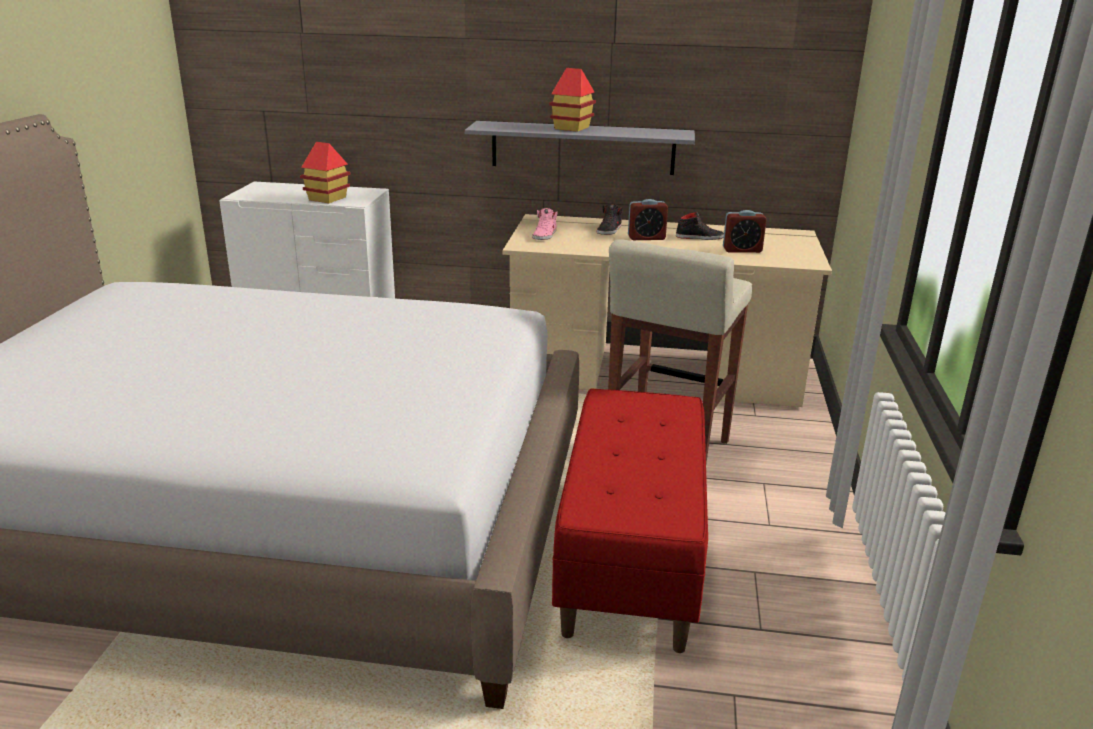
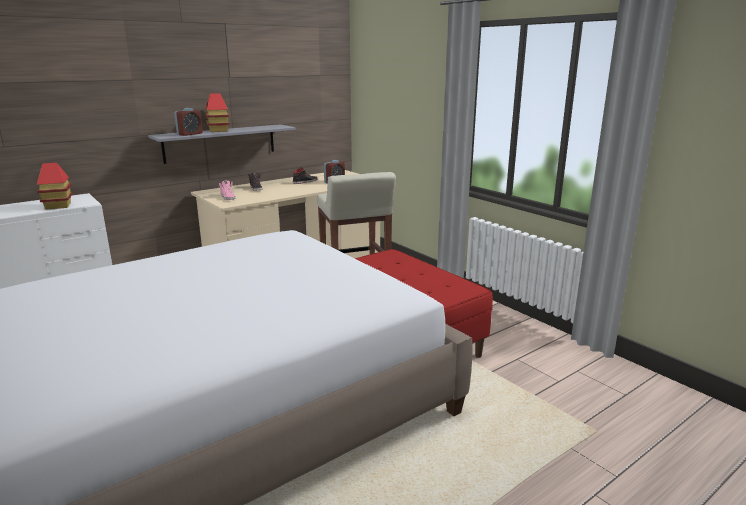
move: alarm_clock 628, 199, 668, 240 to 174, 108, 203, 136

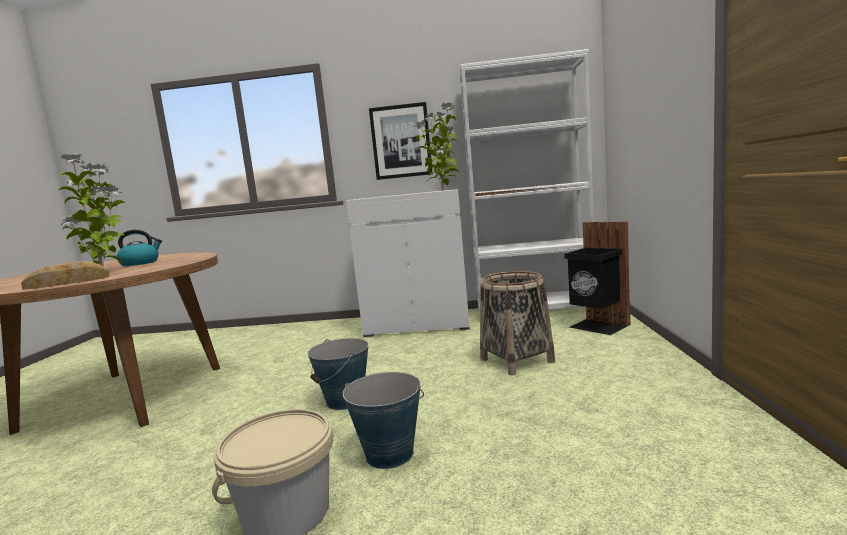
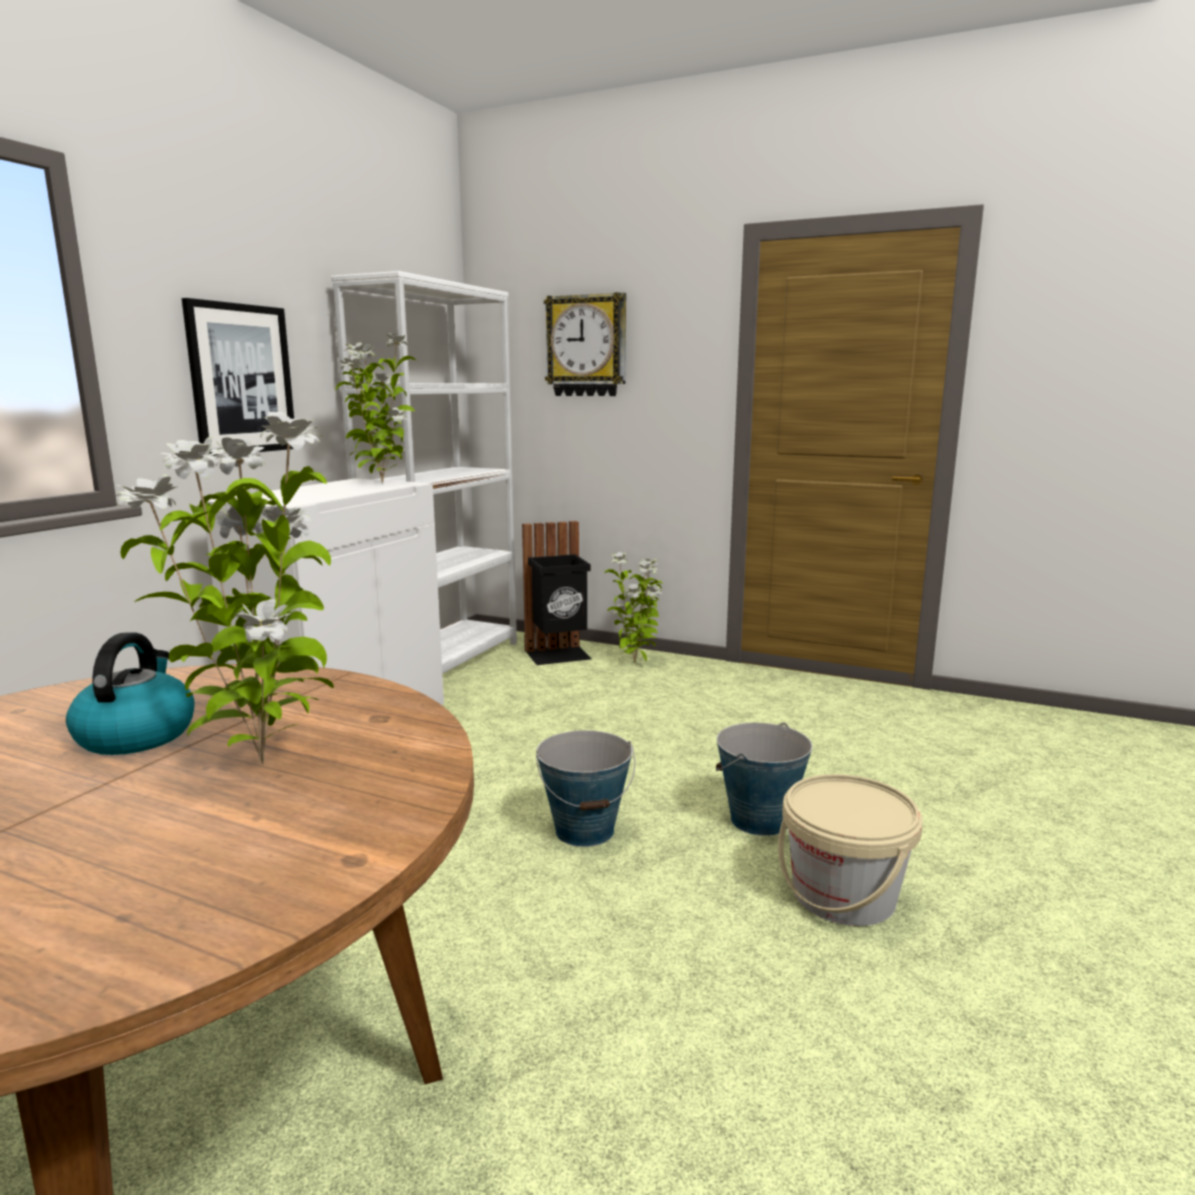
delete: bread 21, 261, 110, 290; basket 480, 271, 556, 375
insert: wall_clock 544, 292, 626, 396; potted_plant 604, 552, 663, 663

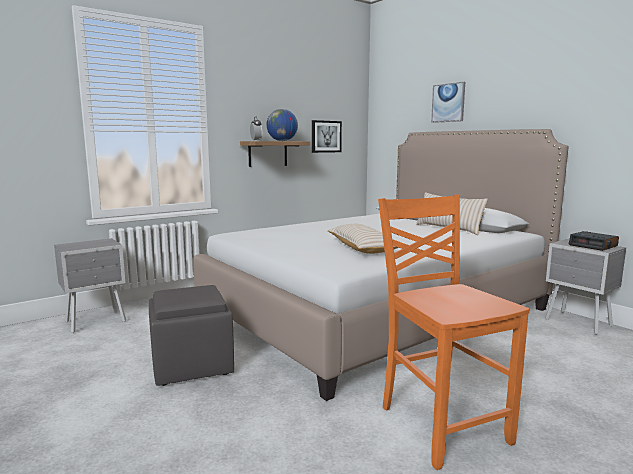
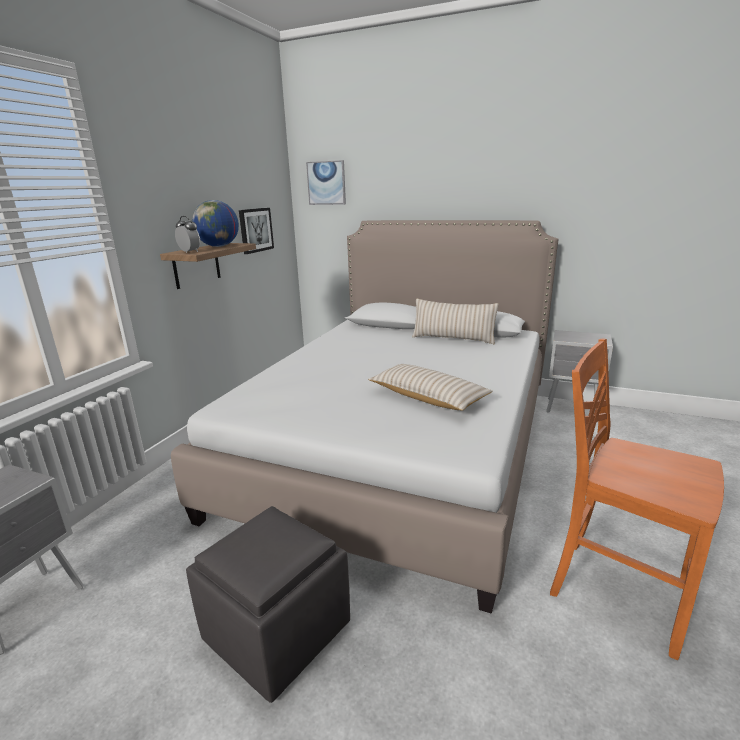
delete: alarm_clock 569, 231, 619, 251
move: picture 431, 82, 465, 123 to 306, 160, 346, 205

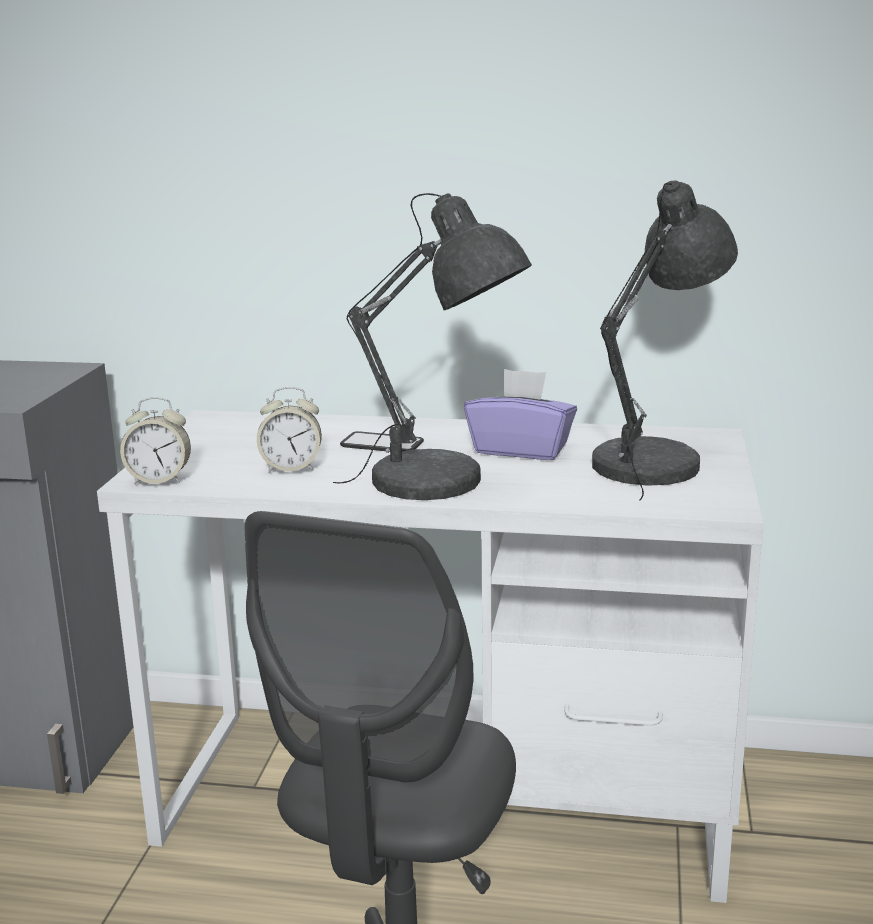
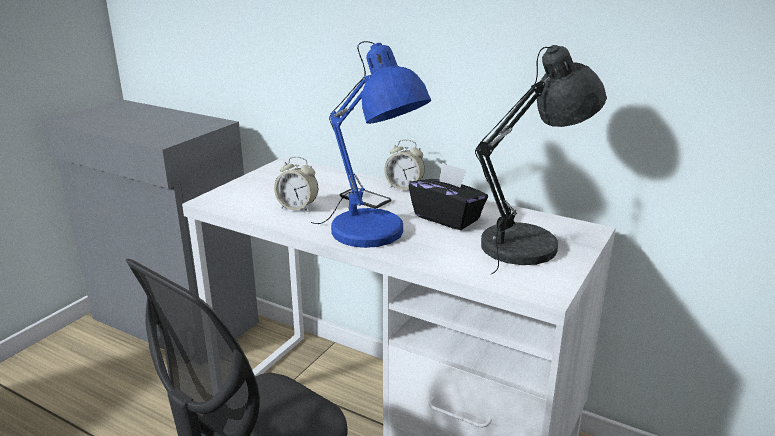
move: alarm_clock 120, 397, 191, 485 to 384, 139, 425, 189
recolor: grey_table_lamp 333, 193, 532, 500 to blue_table_lamp 311, 41, 431, 248; purple_tissue_box 464, 369, 577, 460 to black_tissue_box 409, 162, 488, 230

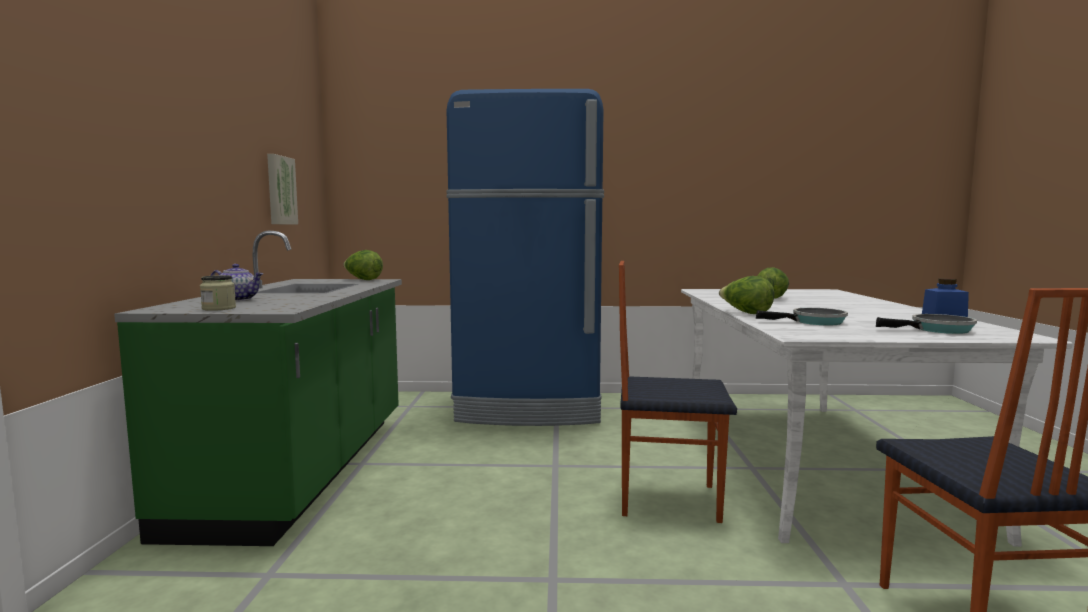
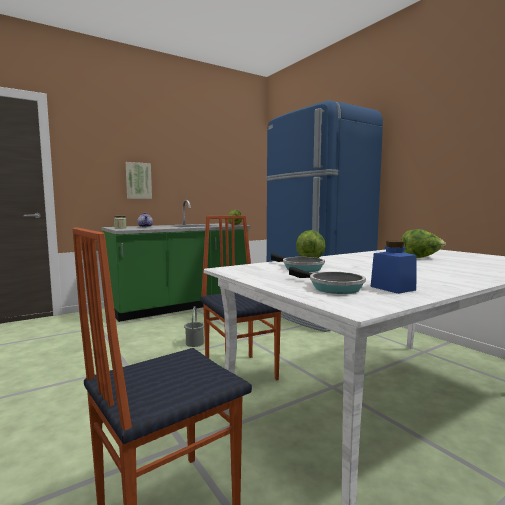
insert: grey_bucket 184, 306, 204, 347
move: picture 267, 154, 298, 225 to 126, 162, 152, 199

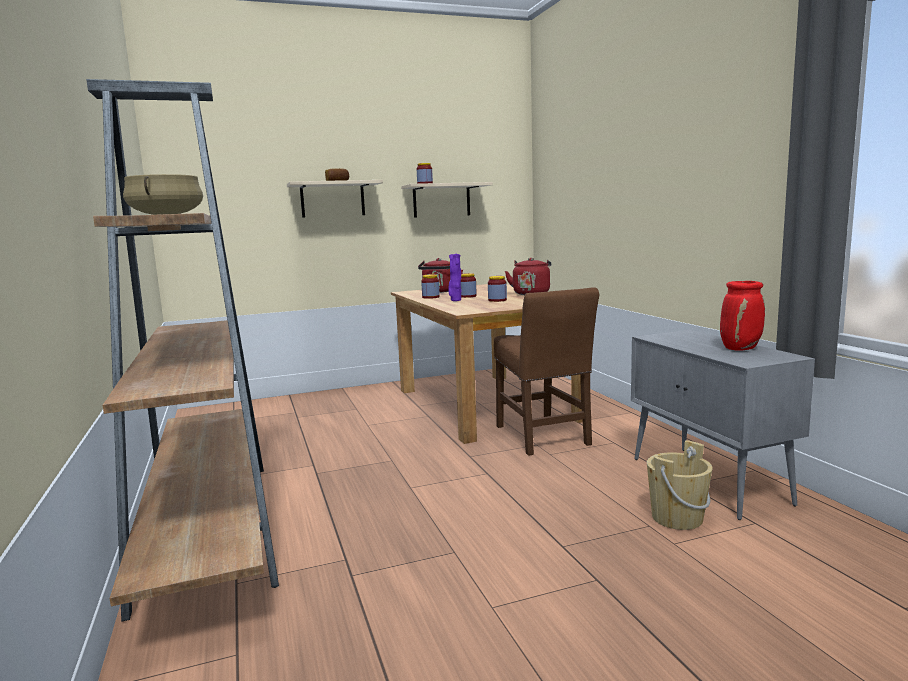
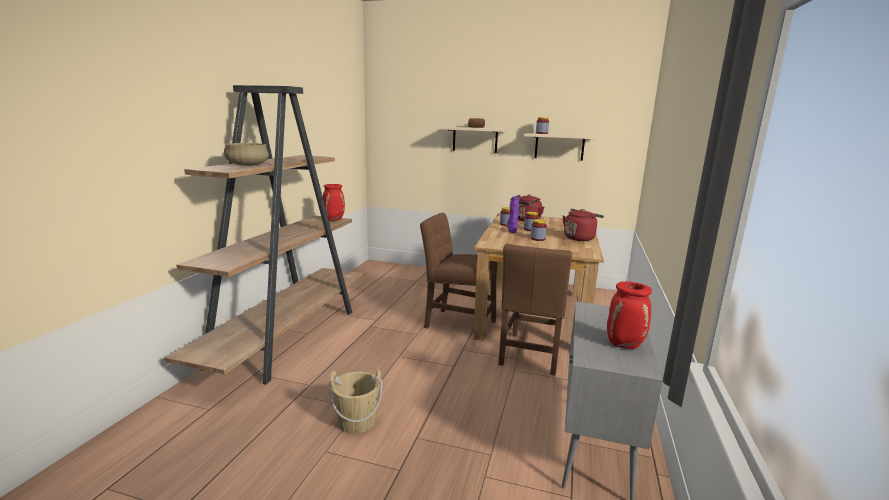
insert: red_vase 323, 184, 345, 221; brown_chair 420, 213, 498, 339
move: beige_bucket 647, 440, 713, 530 to 329, 370, 382, 434

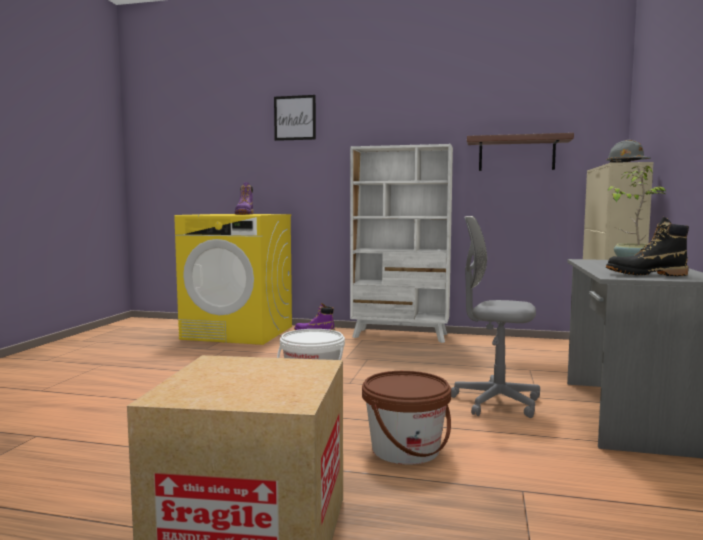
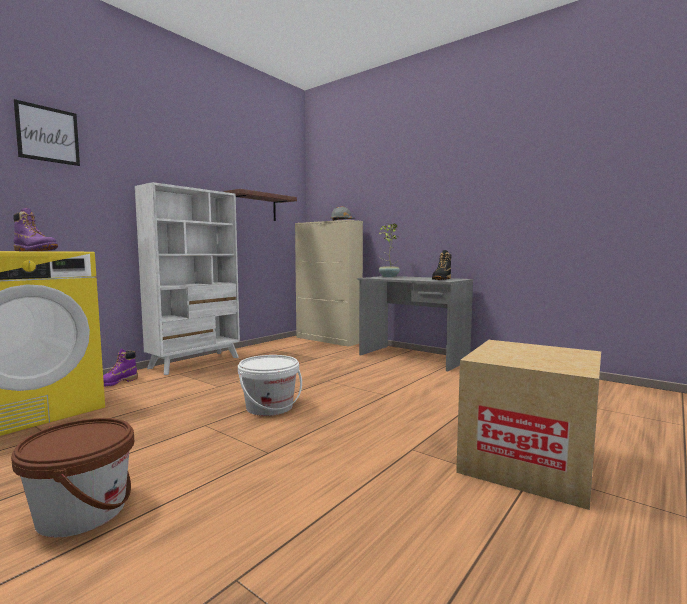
delete: grey_office_chair 451, 216, 540, 418
move: brown_bucket 362, 371, 451, 465 to 11, 418, 134, 537

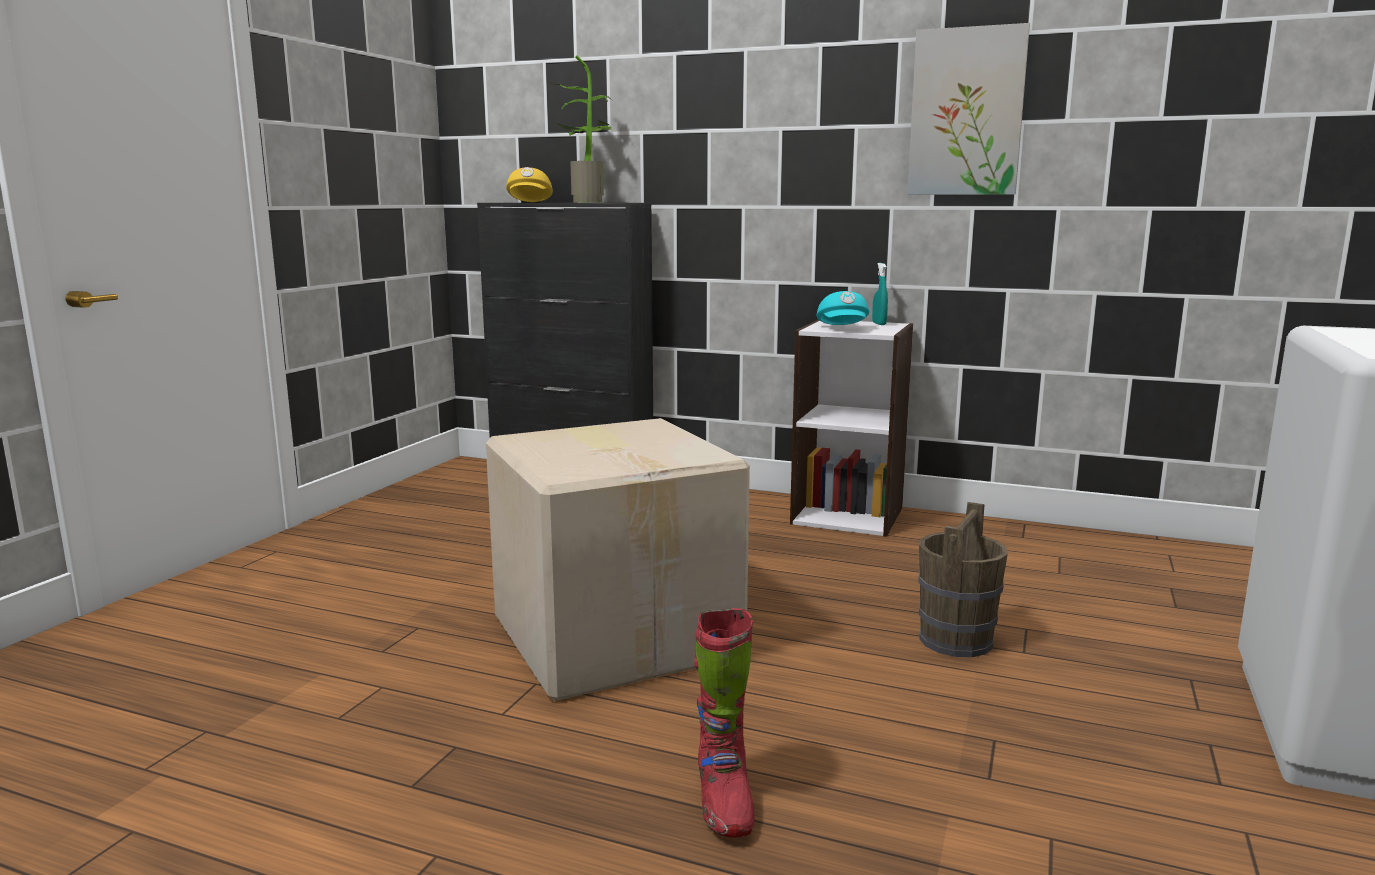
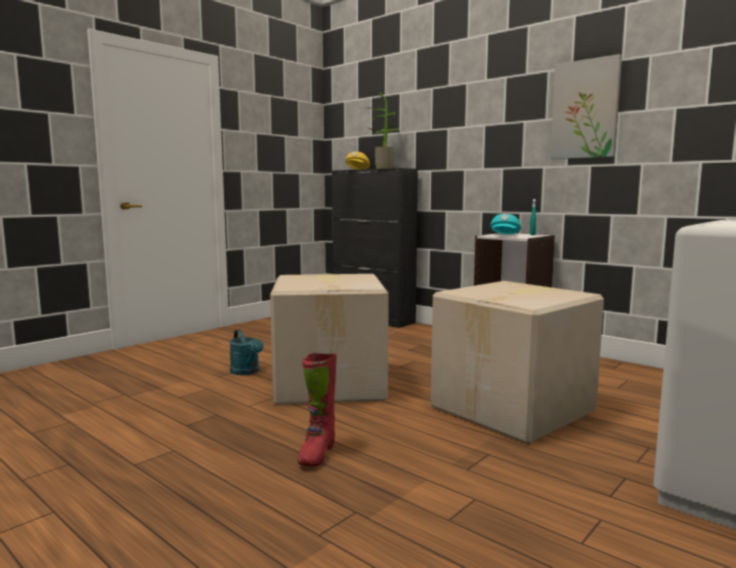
insert: turquoise_watering_can 229, 329, 264, 375
replace: brown_bucket 918, 502, 1008, 657 to cardboard_box 431, 281, 604, 444

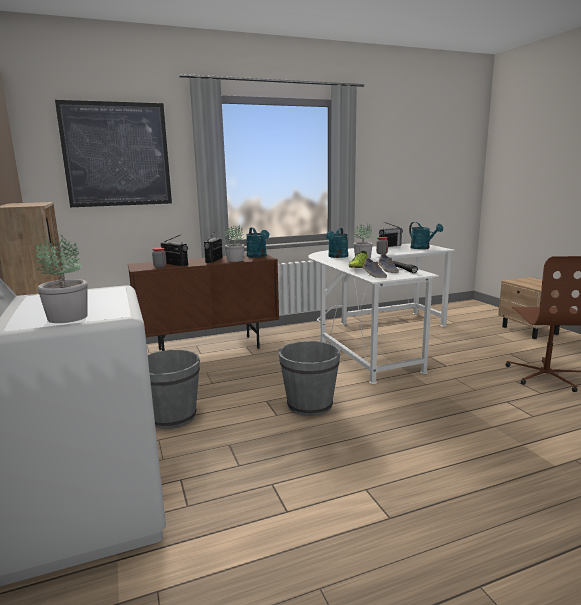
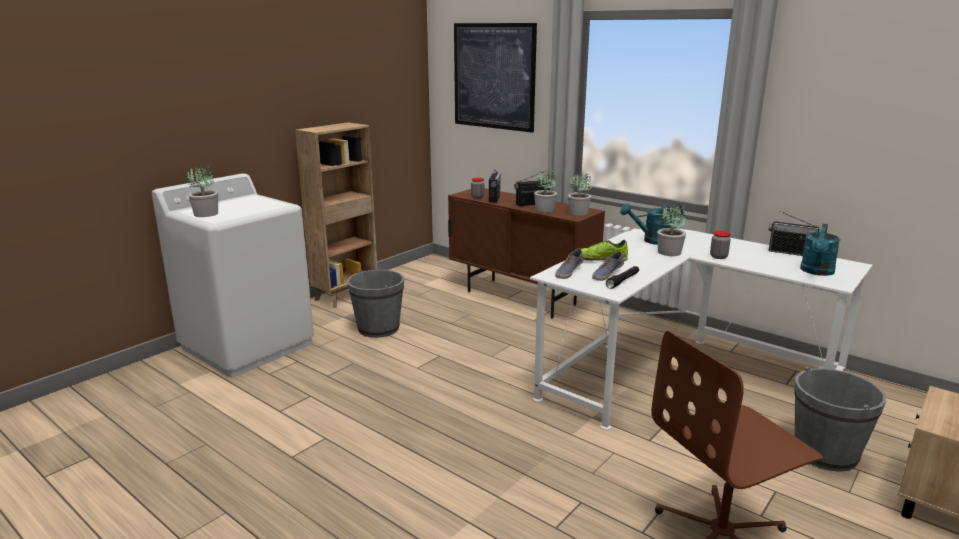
move: grey_bucket 279, 341, 340, 416 to 794, 367, 886, 472
replace: turquoise_watering_can 246, 227, 269, 258 to potted_plant 568, 172, 592, 216

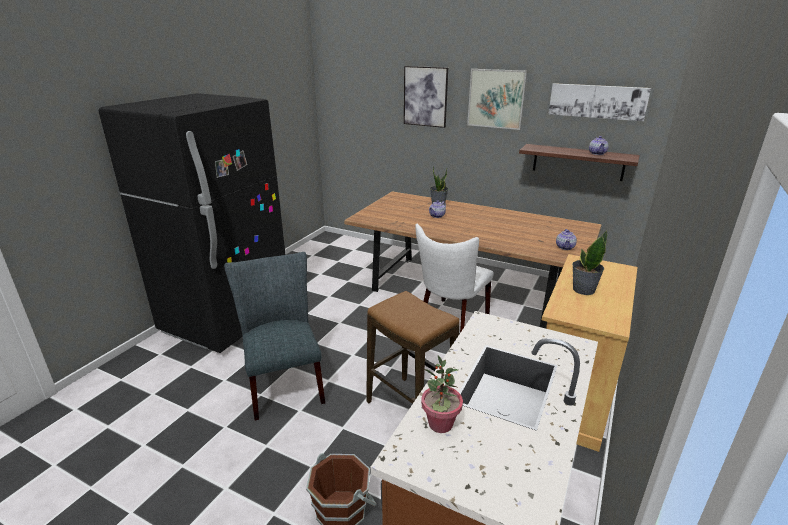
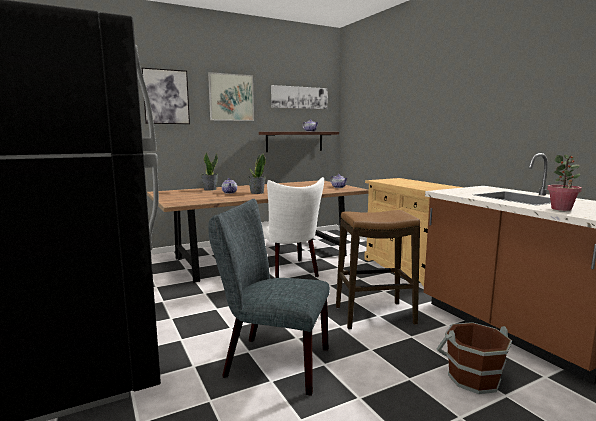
move: potted_plant 572, 231, 607, 295 to 248, 153, 266, 194

